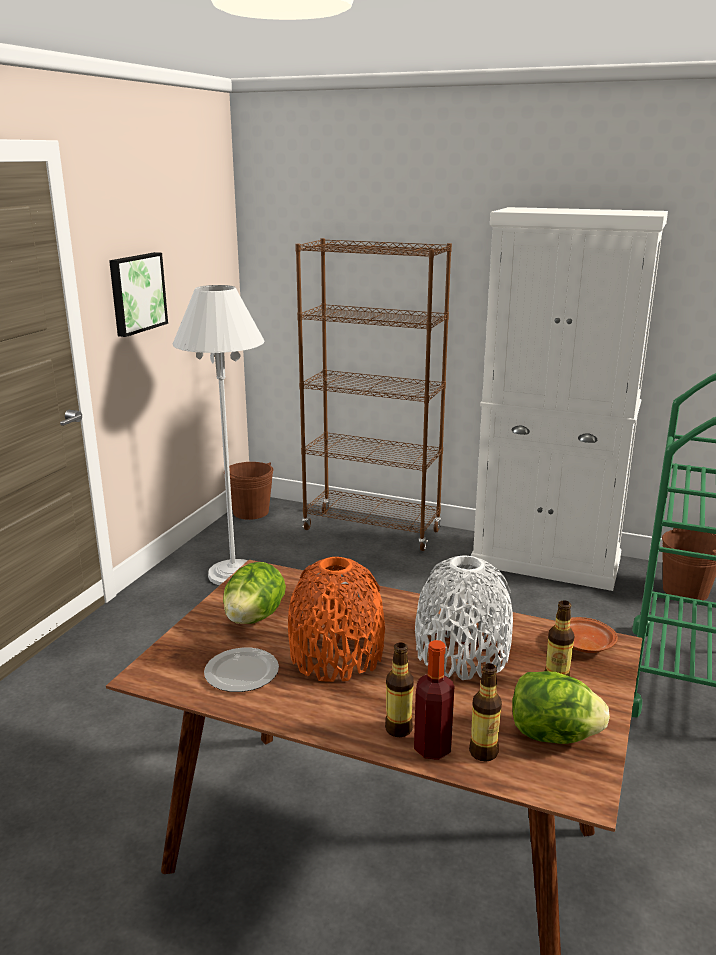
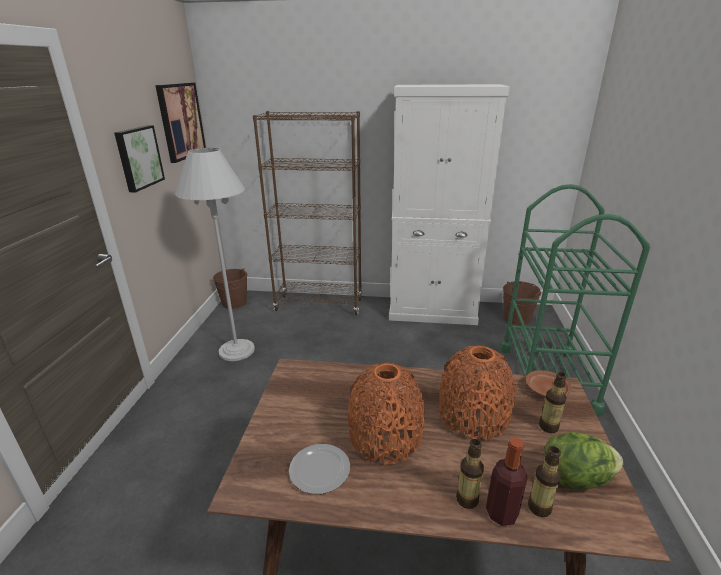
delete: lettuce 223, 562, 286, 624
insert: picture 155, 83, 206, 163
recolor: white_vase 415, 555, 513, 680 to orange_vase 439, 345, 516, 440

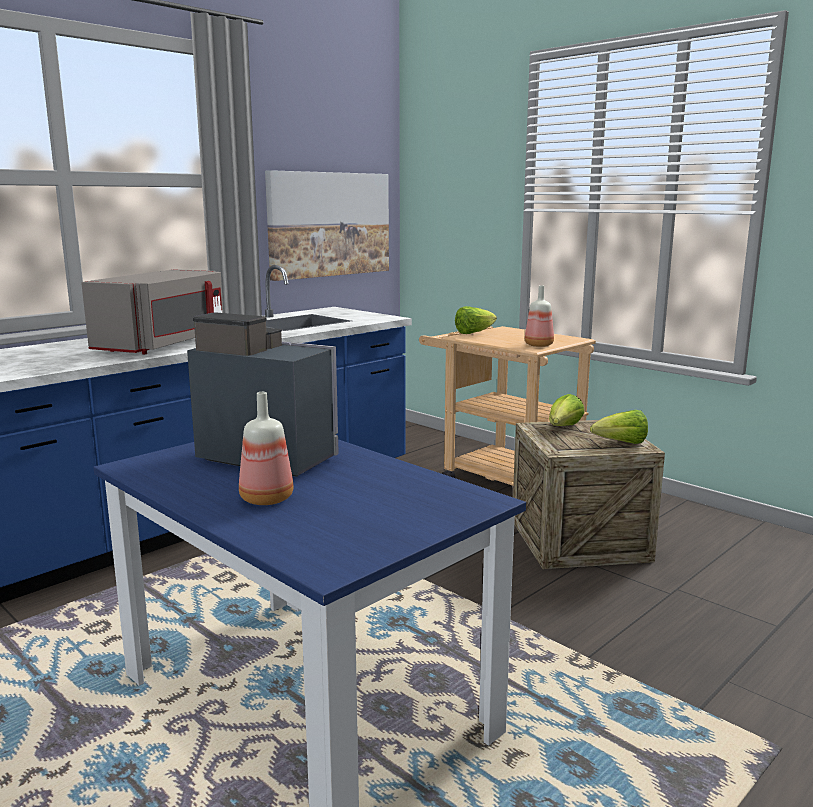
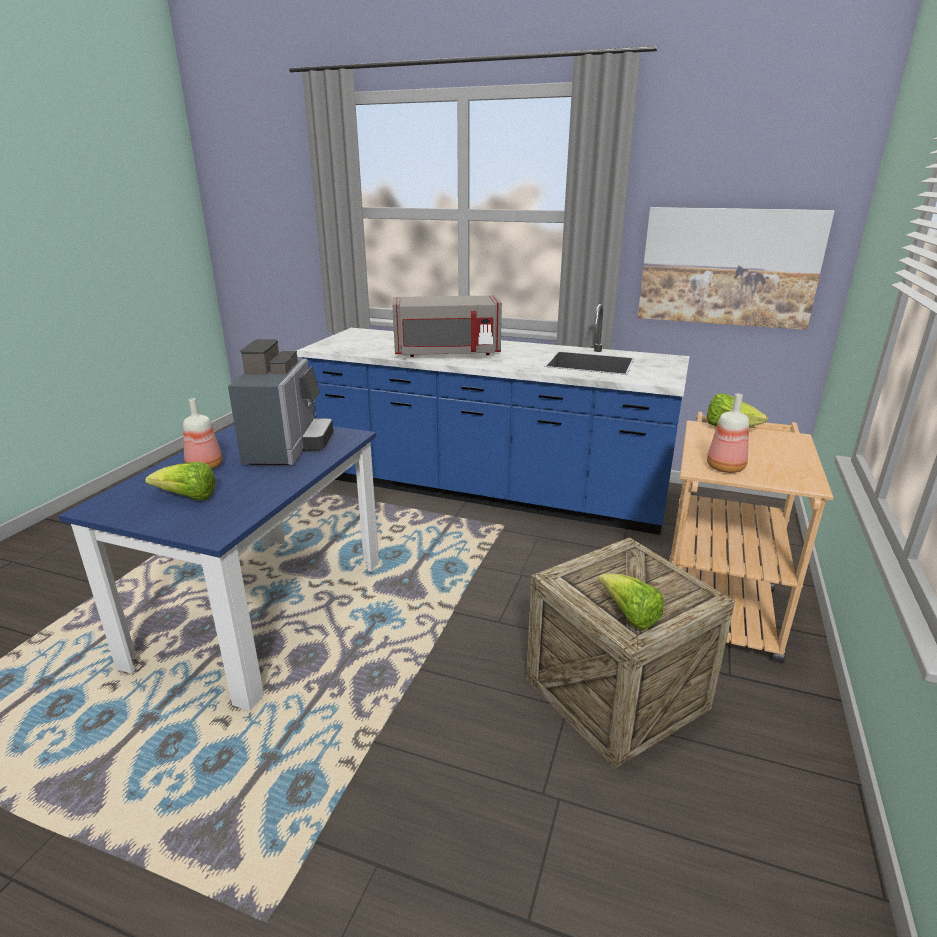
move: lettuce 549, 394, 585, 426 to 145, 462, 216, 500

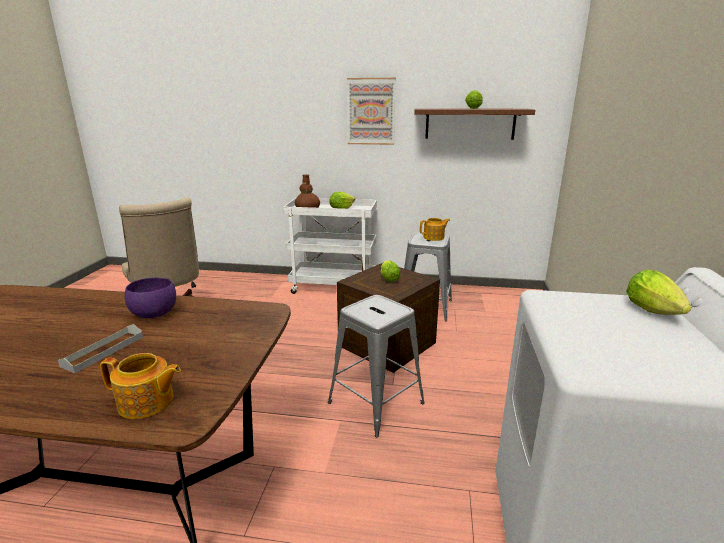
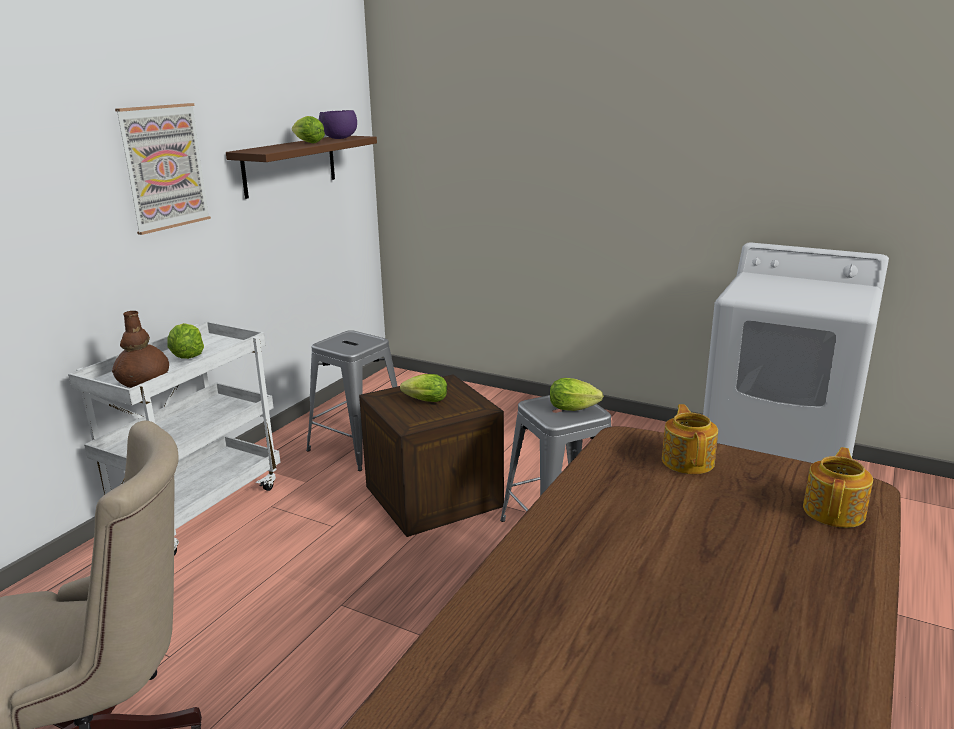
delete: grey_tray 58, 324, 143, 373
move: purple_bowl 124, 278, 176, 318 to 319, 110, 357, 139; teapot 420, 218, 450, 241 to 662, 404, 718, 474; lettuce 626, 270, 691, 315 to 550, 378, 603, 411

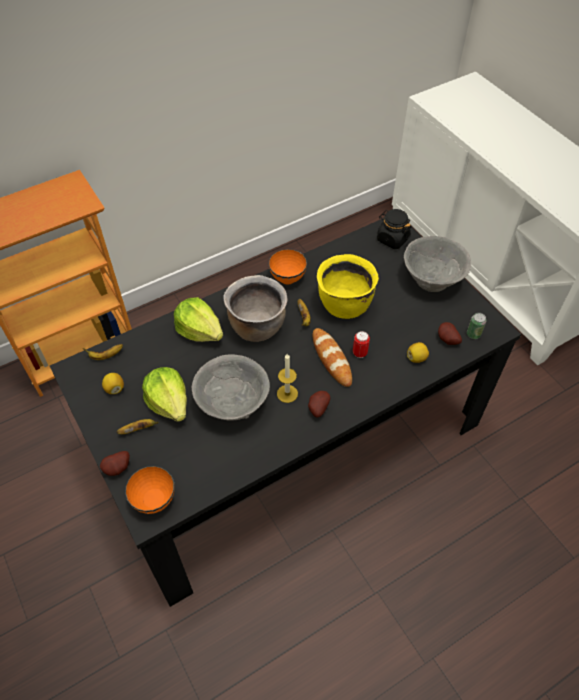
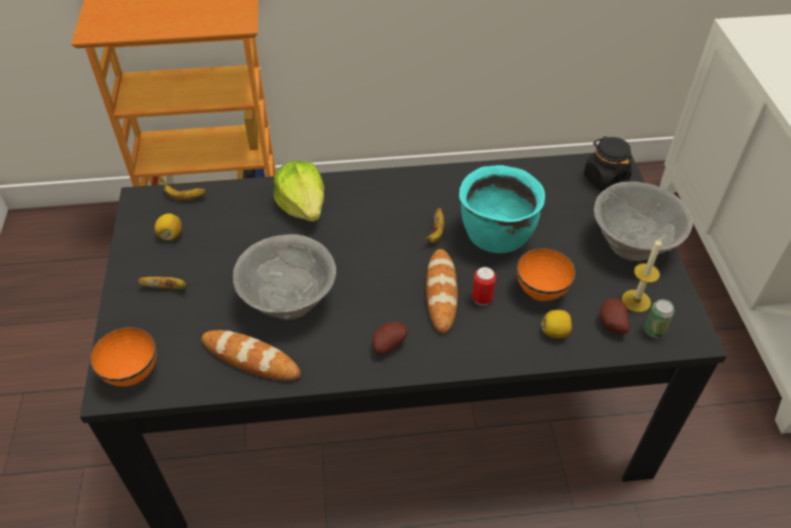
delete: potato 100, 451, 130, 476; lettuce 142, 367, 187, 422; brown_cooking_pot 223, 275, 287, 342
insert: bread 202, 330, 301, 381
move: orange_bowl 269, 249, 307, 284 to 516, 248, 576, 301; candle 277, 354, 298, 403 to 622, 238, 662, 312
recolor: yellow_cooking_pot 317, 254, 379, 319 to turquoise_cooking_pot 459, 165, 545, 253

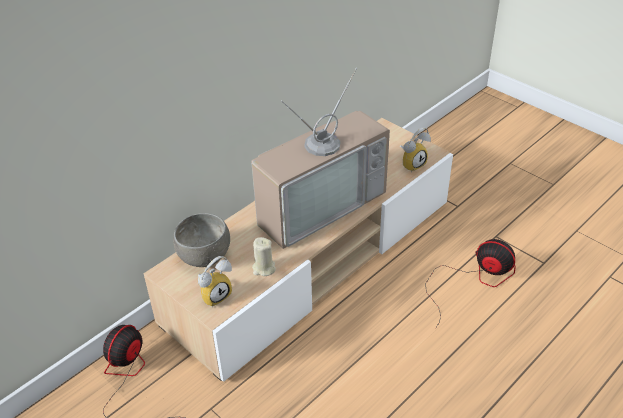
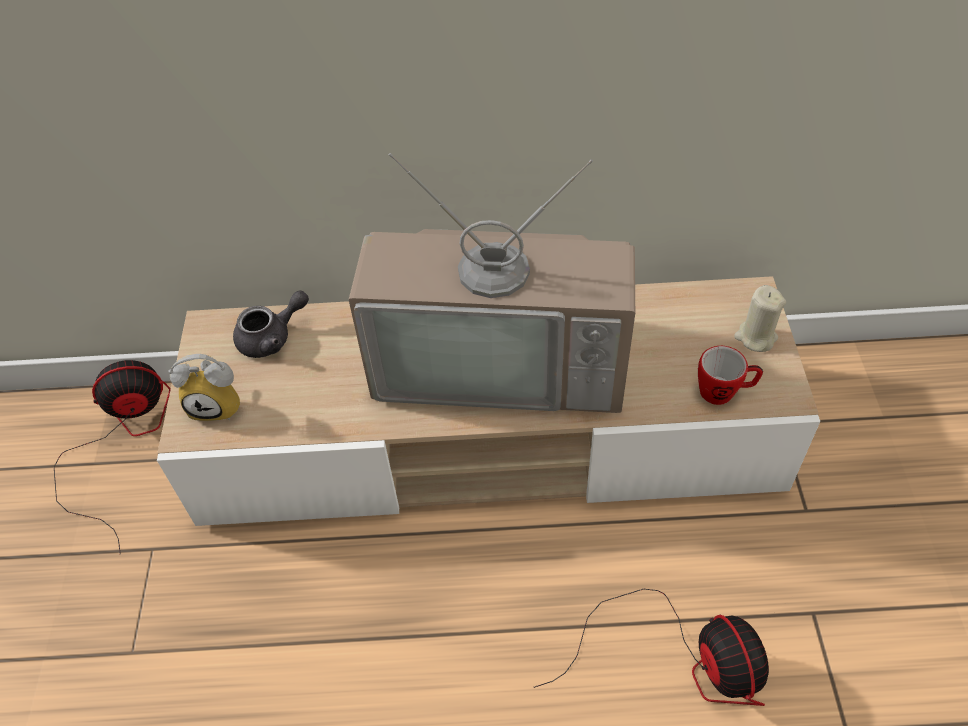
move: beige_candle 252, 237, 276, 276 to 734, 285, 786, 352
replace: grey_bowl 173, 213, 230, 267 to grey_teapot 233, 290, 309, 358; alarm_clock 400, 127, 431, 172 to mug 698, 346, 763, 405

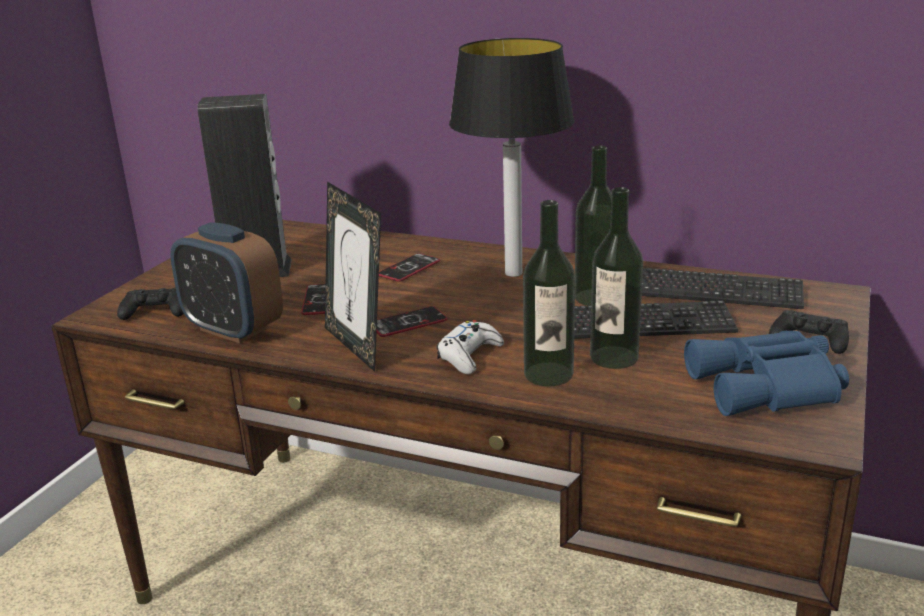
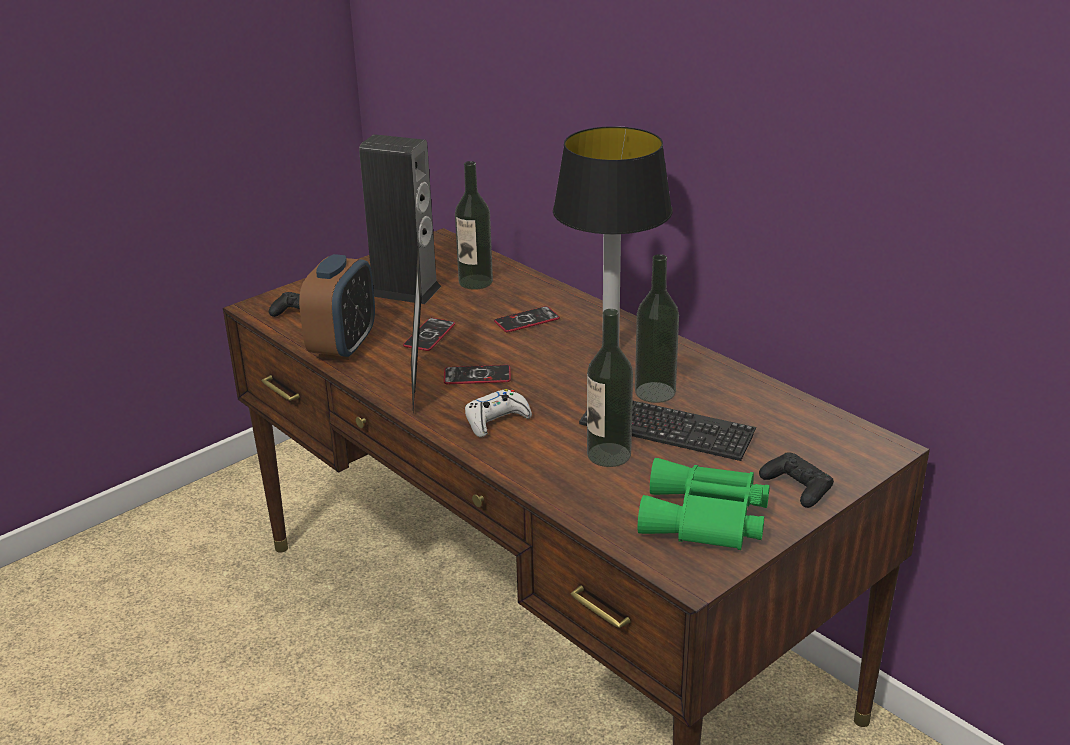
delete: keyboard 642, 268, 804, 309
move: bottle 523, 200, 575, 386 to 455, 161, 493, 290
recolor: blue_binoculars 684, 331, 849, 416 to green_binoculars 638, 458, 770, 550
rotate: alarm_clock 170, 222, 283, 343 = 299, 254, 375, 360 135 degrees counterclockwise

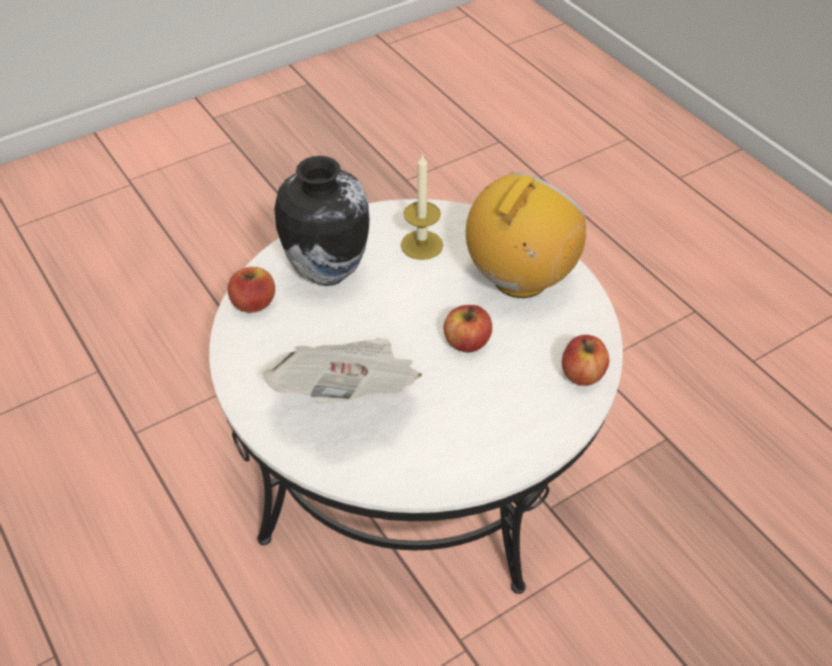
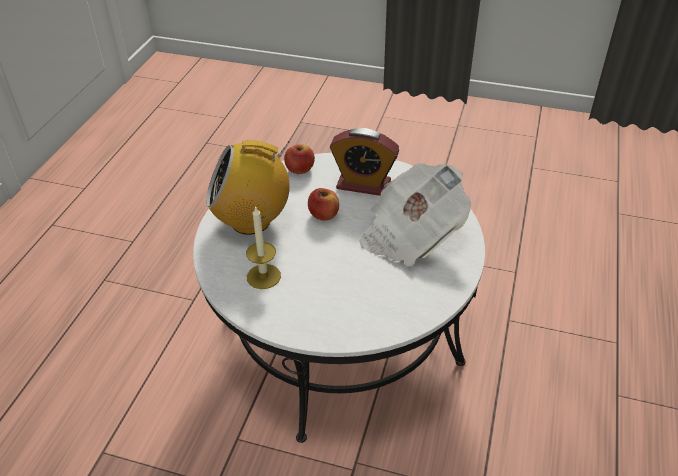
delete: apple 228, 267, 275, 313; vase 274, 156, 370, 286
insert: alarm_clock 330, 128, 399, 196

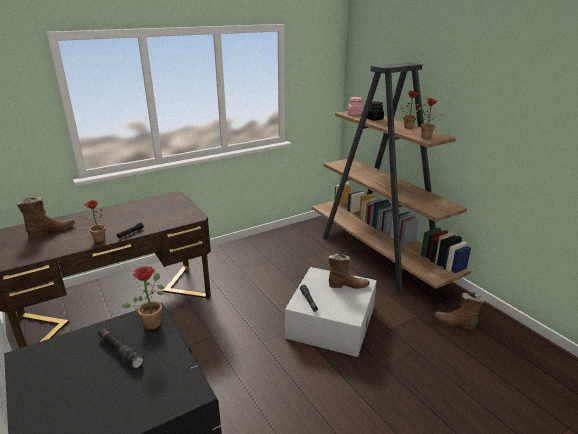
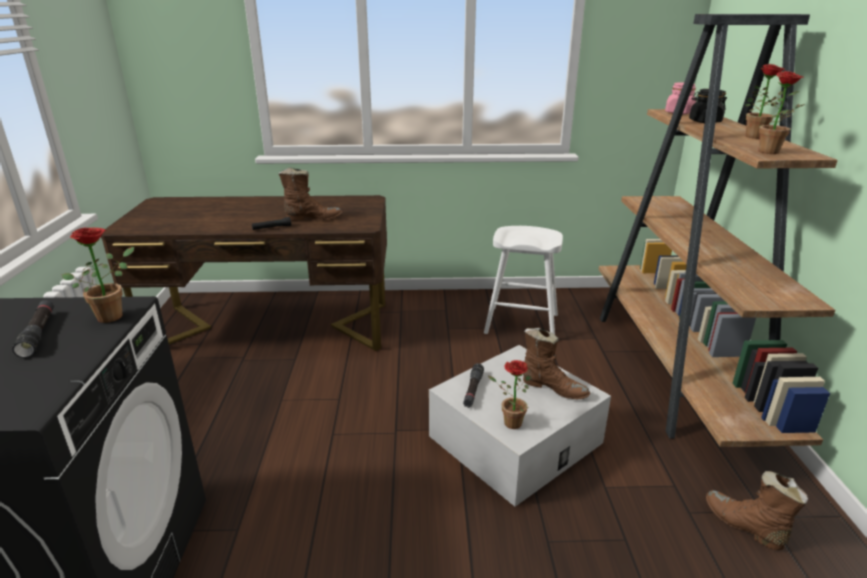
insert: white_stool 484, 226, 563, 334
move: brown_boot 17, 198, 75, 237 to 279, 167, 343, 221; potted_plant 77, 200, 106, 242 to 488, 360, 531, 429

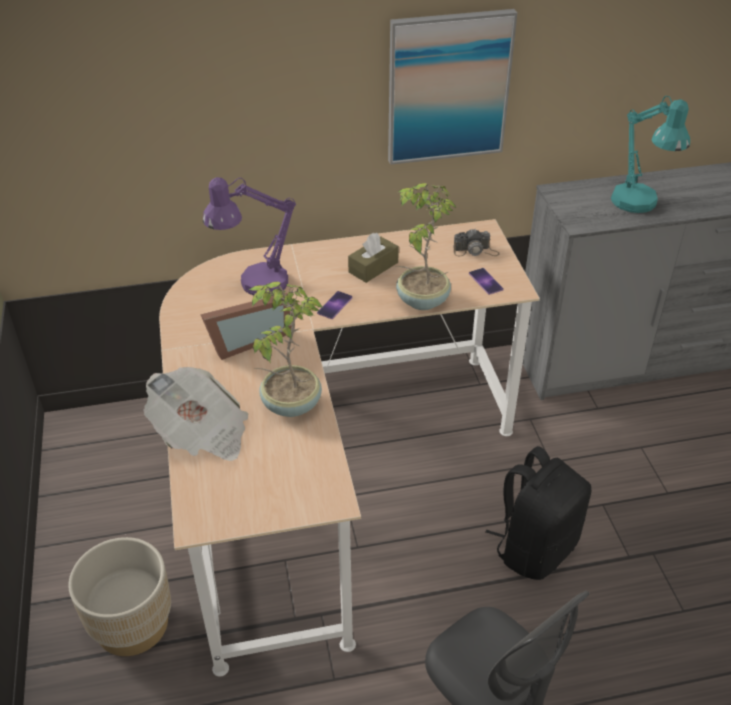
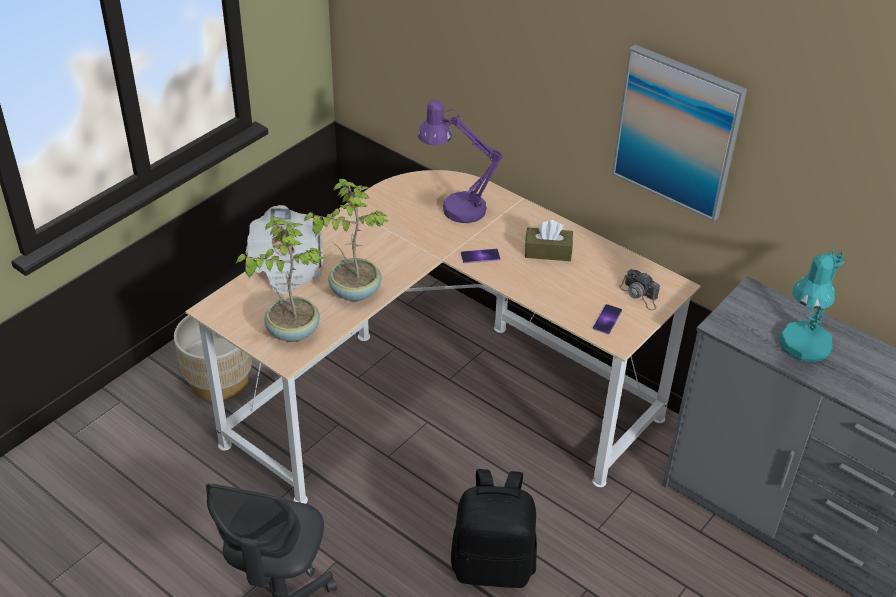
delete: picture_frame 200, 293, 292, 360
move: potted_plant 395, 183, 457, 310 to 236, 217, 325, 342

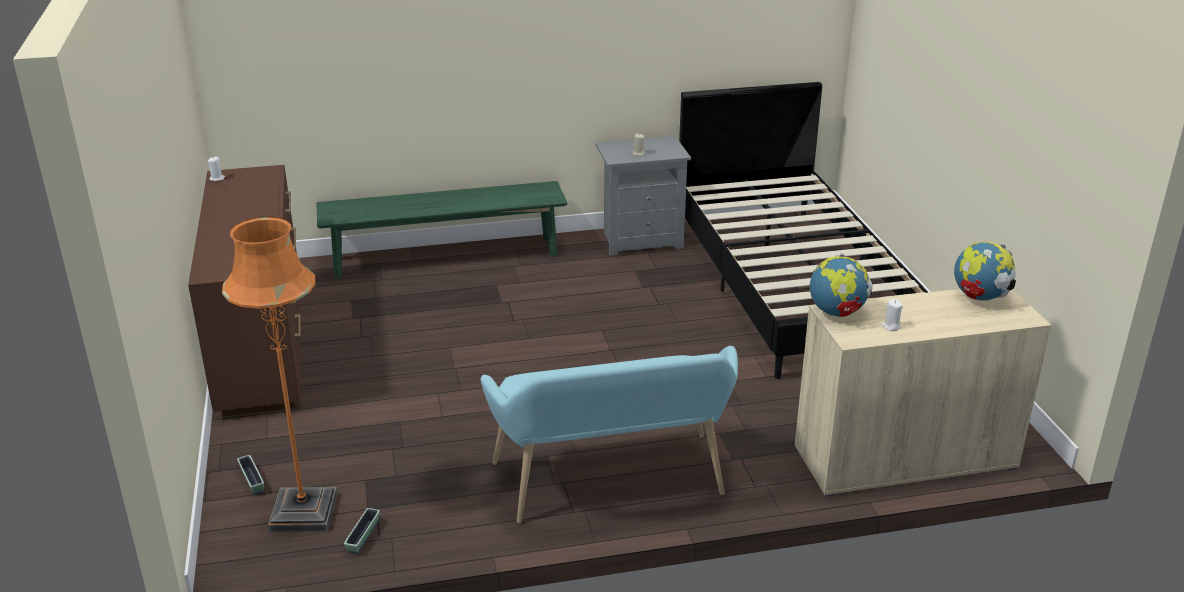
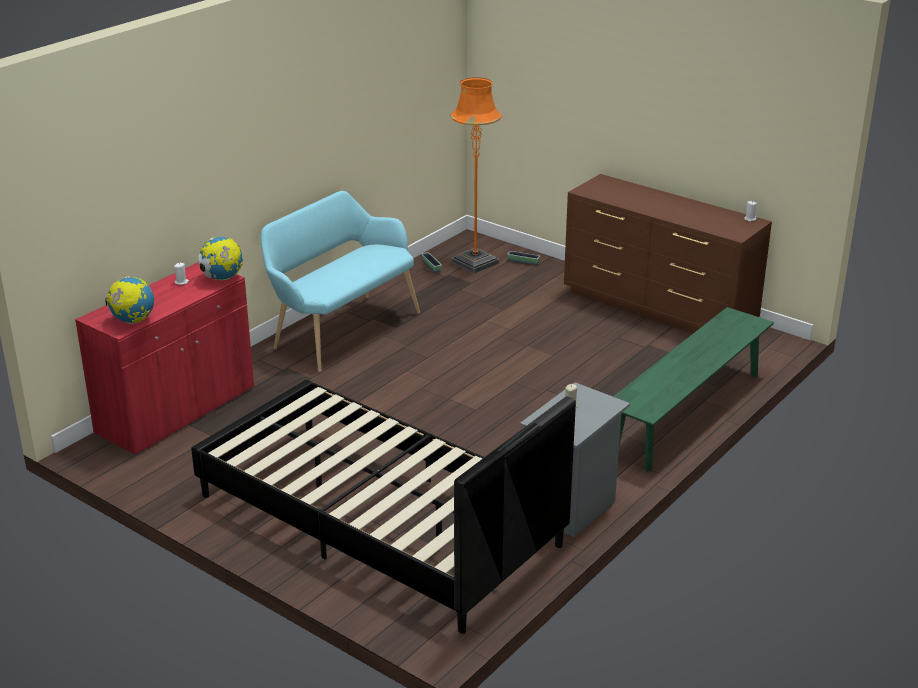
recolor: beige_cabinet 795, 289, 1051, 497 to red_cabinet 75, 262, 254, 456

